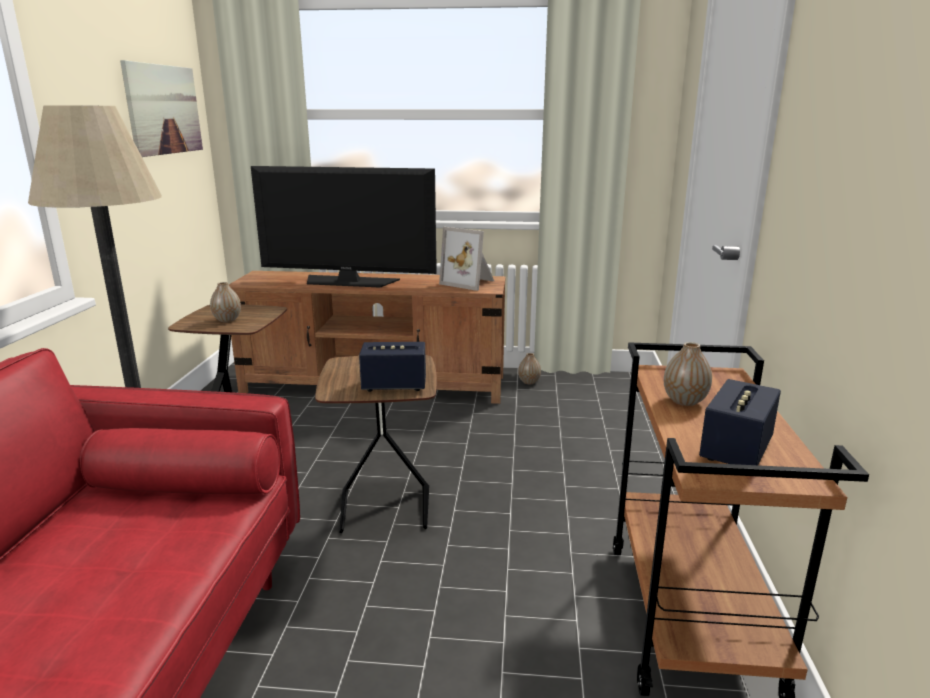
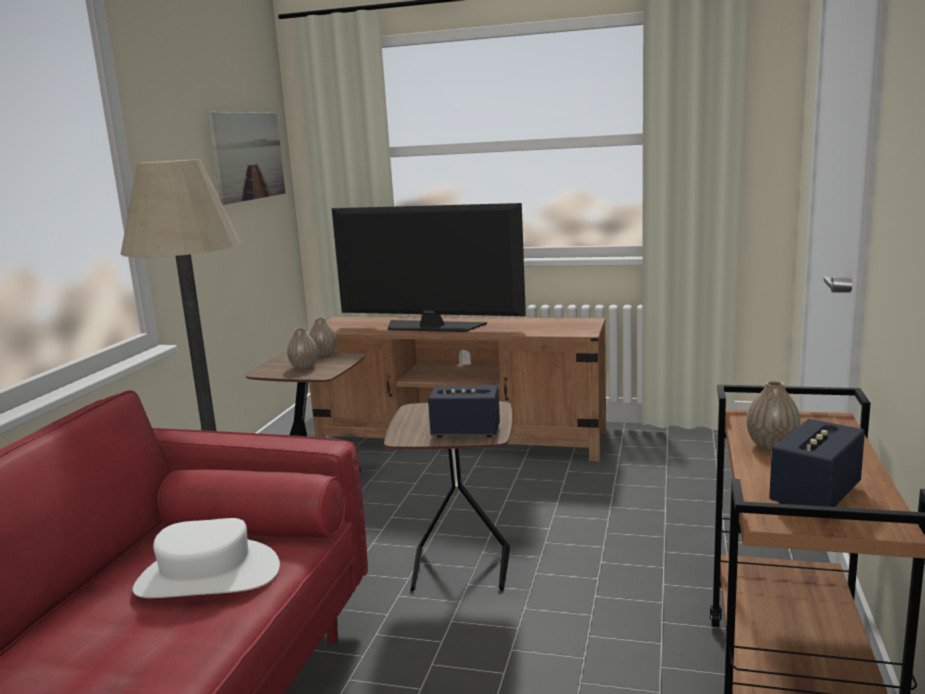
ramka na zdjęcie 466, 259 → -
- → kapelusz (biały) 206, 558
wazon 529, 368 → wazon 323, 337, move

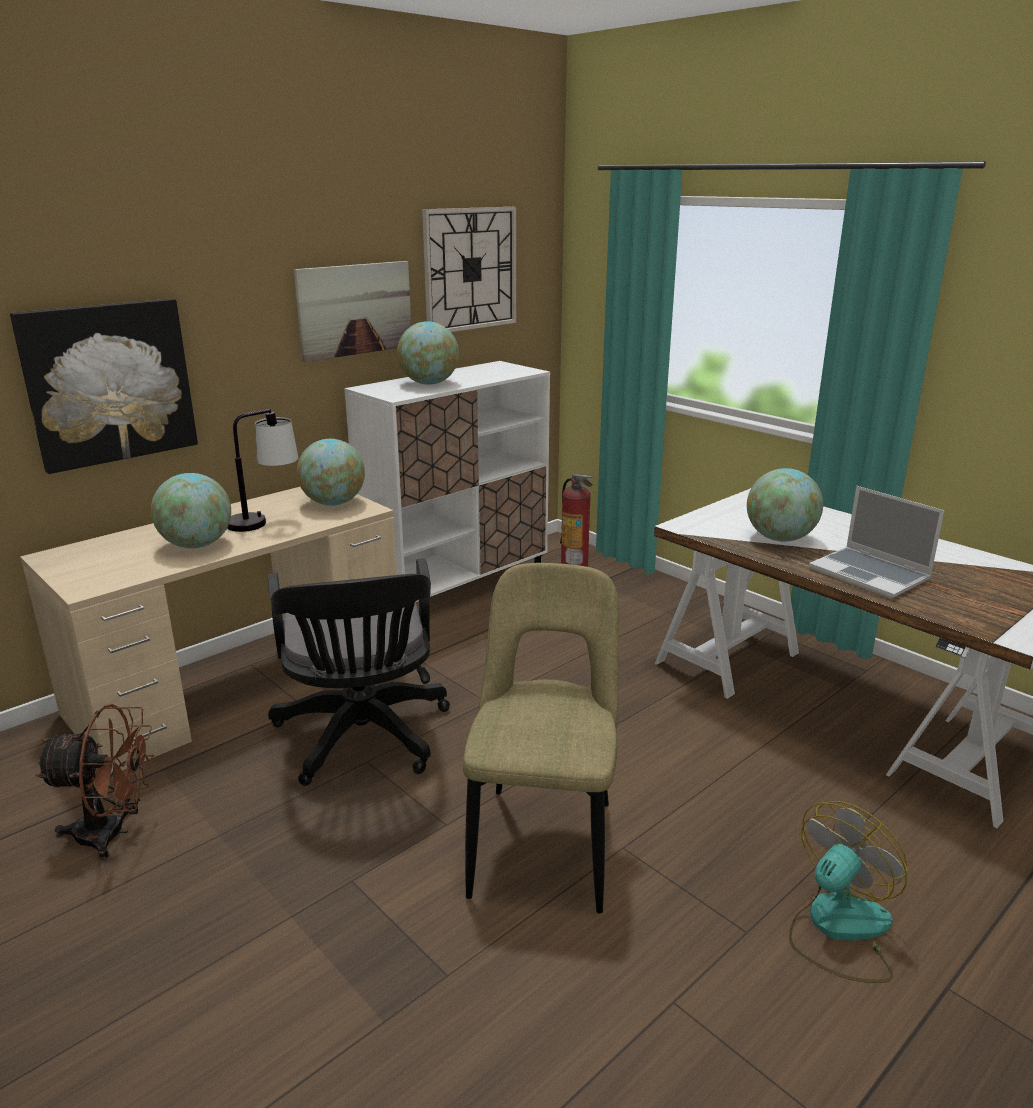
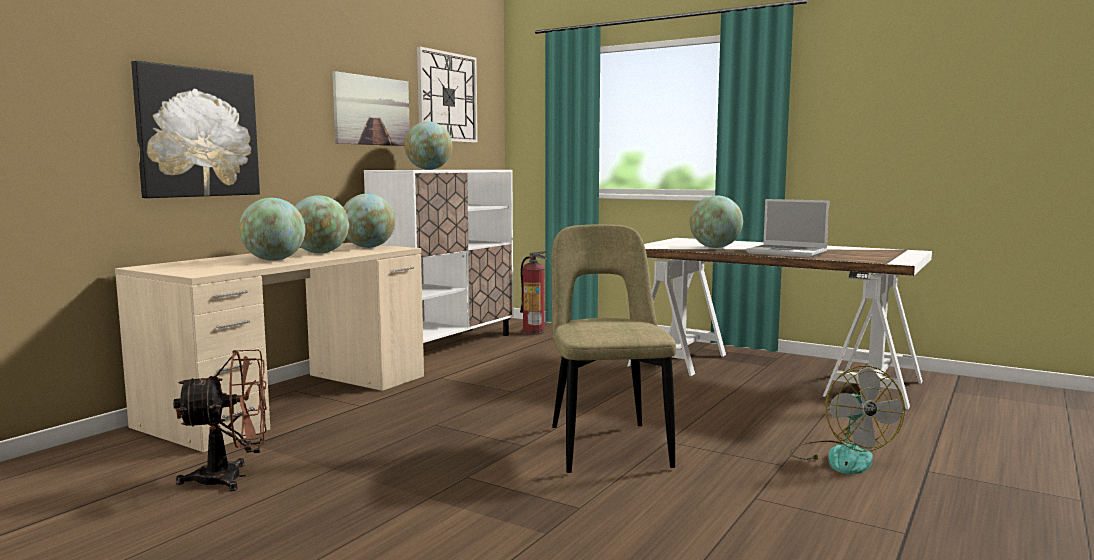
krzesło biurowe (czarny) 359, 672 → -
lampa stołowa 262, 470 → globus 322, 224
wentylator 848, 892 → wentylator 847, 420, 135 degrees clockwise

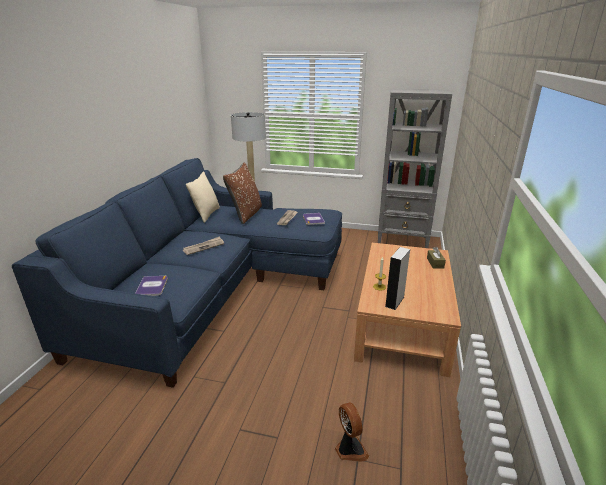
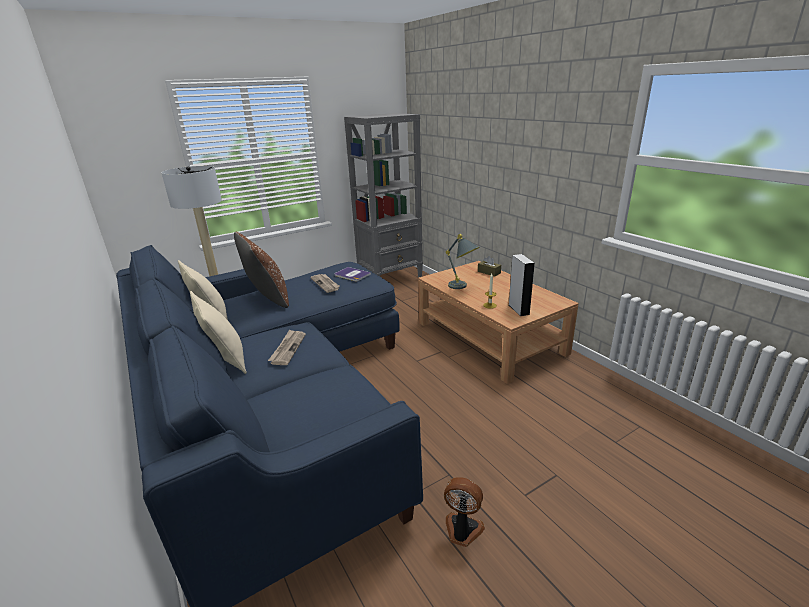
książka 151, 286 → -
- → poduszka (beżowy) 218, 332
- → lampa stołowa (szary) 462, 261
wentylator 352, 432 → wentylator 464, 512, move

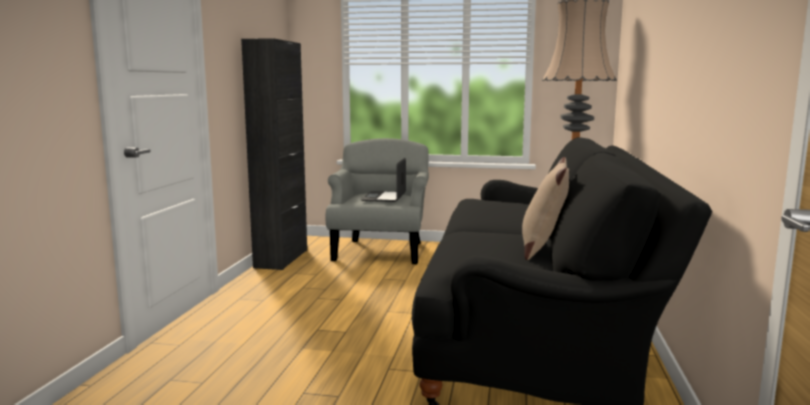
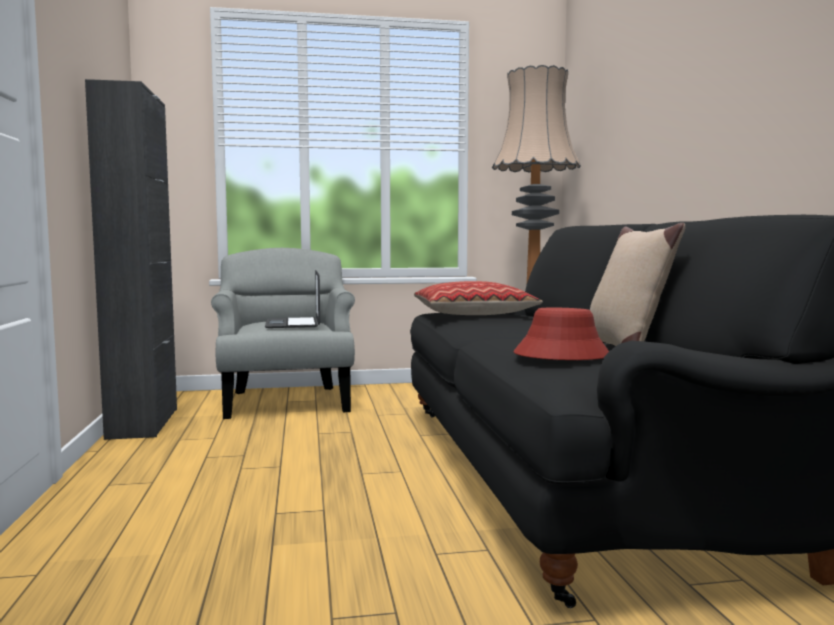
- → poduszka 478, 298
- → kapelusz (czerwony) 561, 334

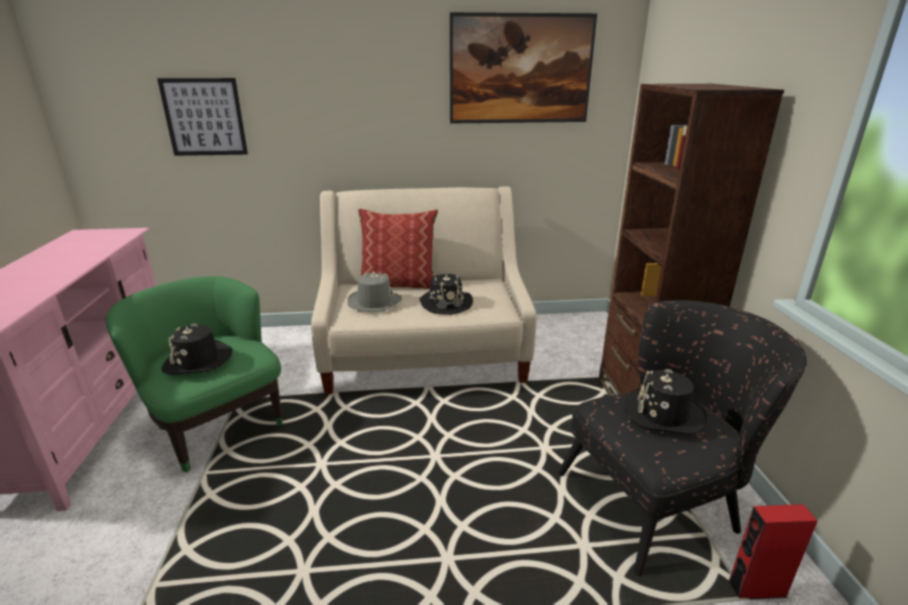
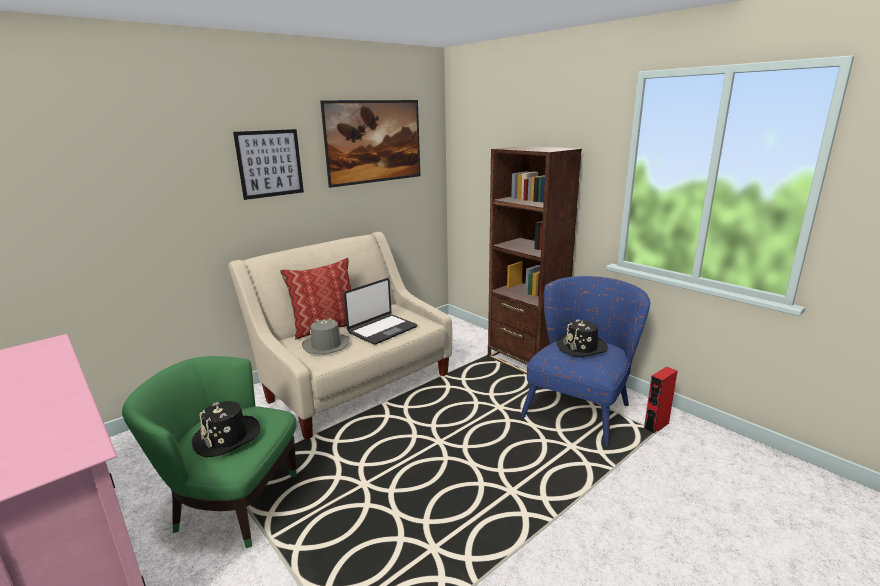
obraz 202, 117 → obraz 268, 164, move
kapelusz (czarny) 446, 294 → laptop 380, 311
fotel (czarny) 682, 438 → fotel (niebieski) 585, 361

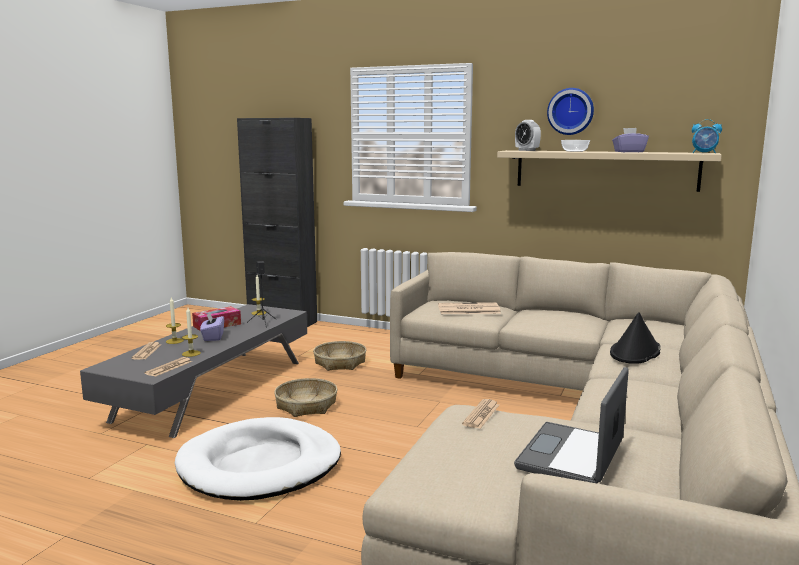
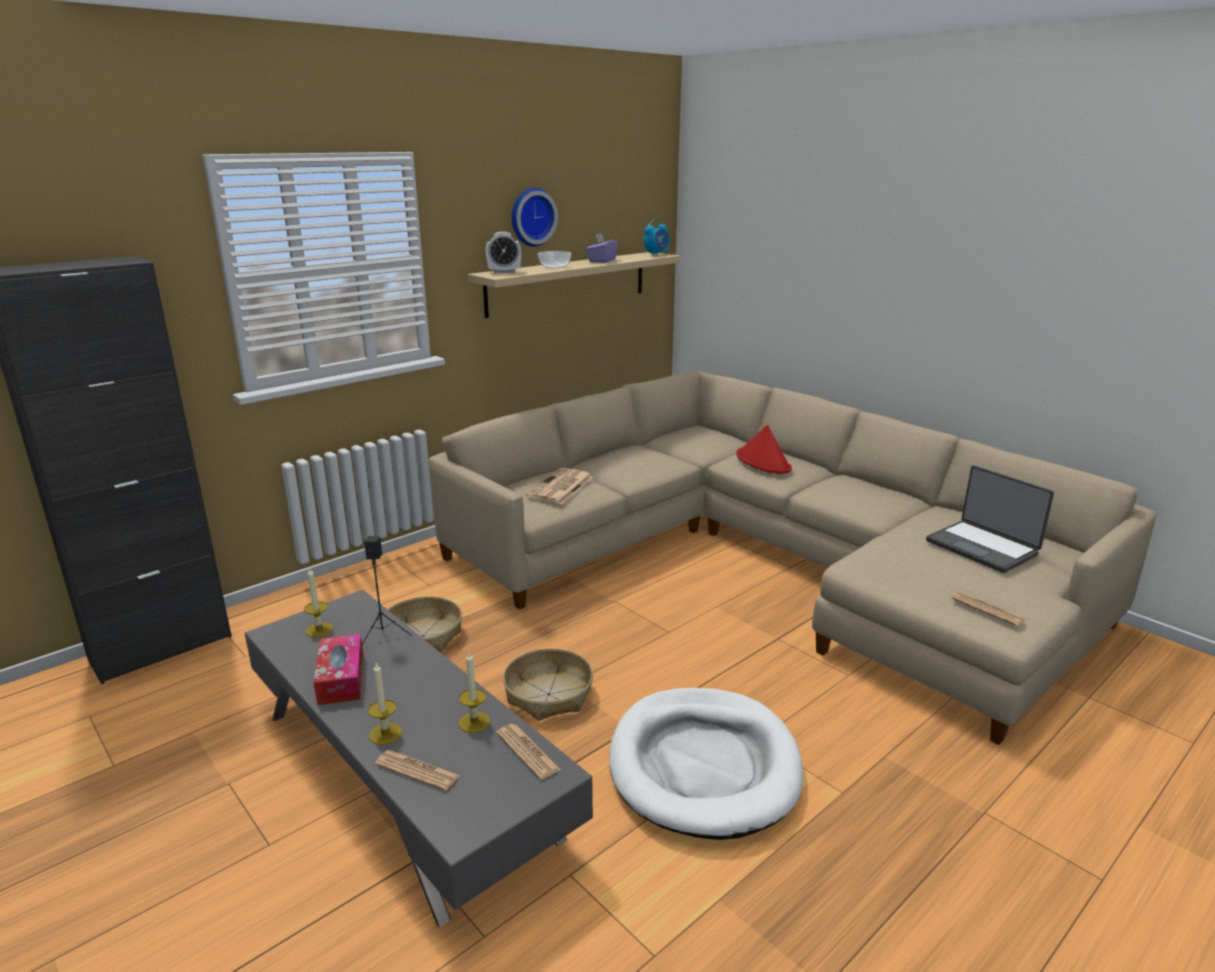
pudełko chusteczek (fioletowy) 212, 326 → -
gazeta 480, 414 → gazeta 988, 609, move
kapelusz (czarny) 635, 338 → kapelusz (czerwony) 764, 449

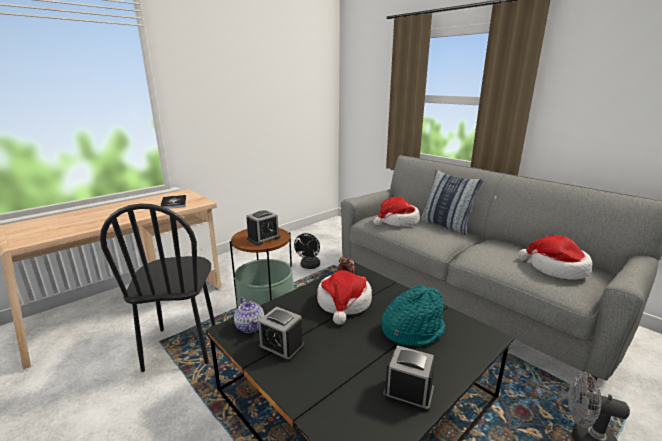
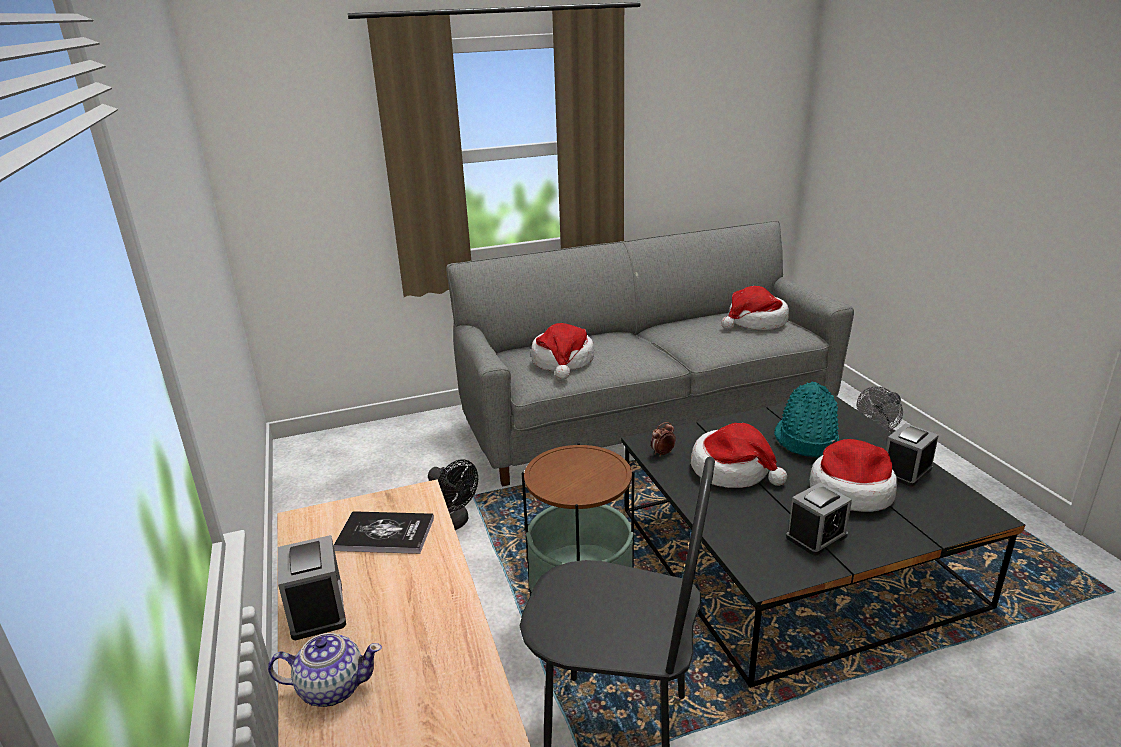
poduszka 452, 202 → -
- → kapelusz 853, 475
imbryk 249, 315 → imbryk 325, 670, move
budzik 263, 227 → budzik 312, 587, move

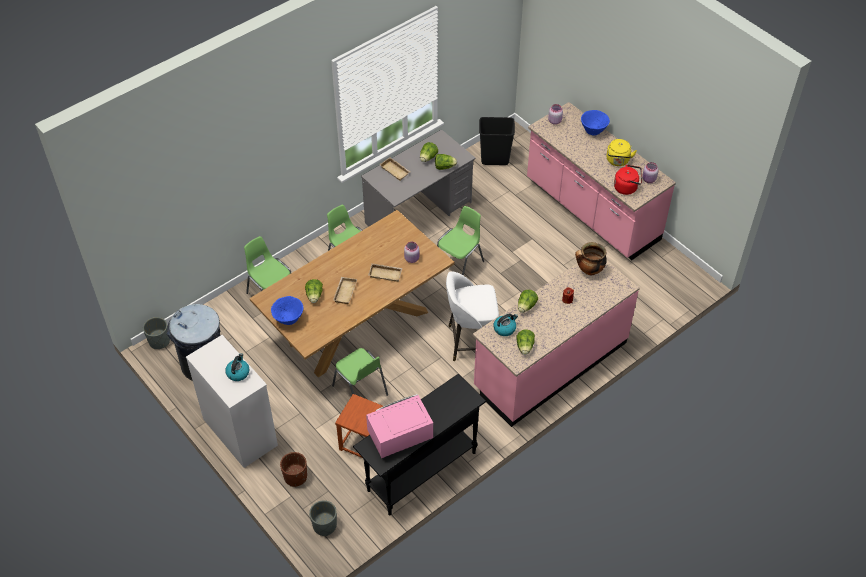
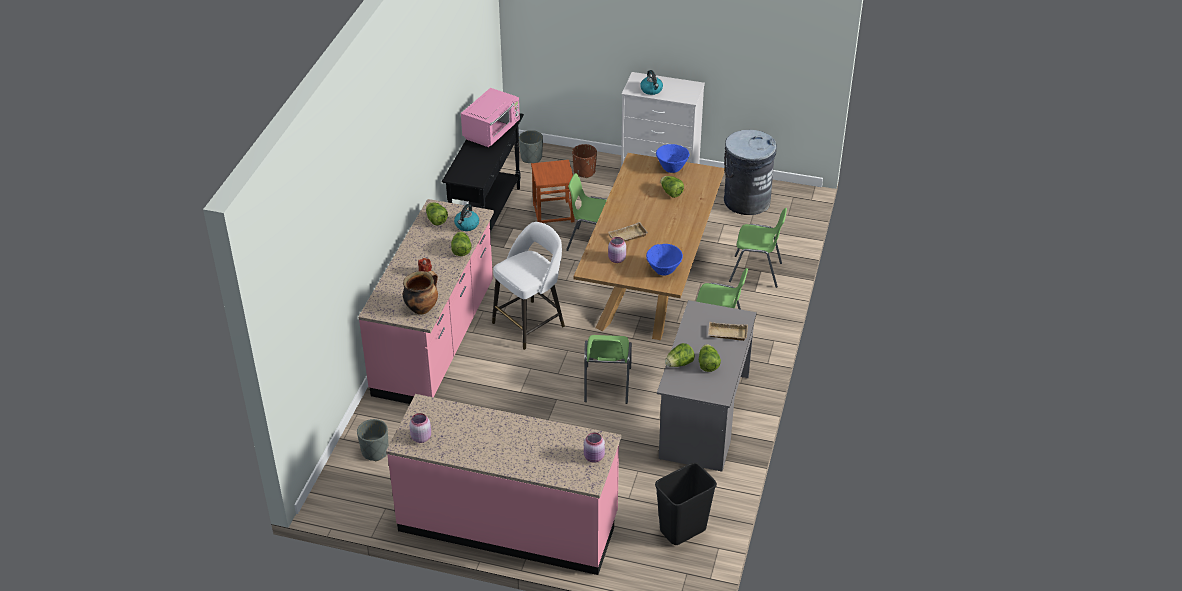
taca (beżowy) 345, 290 → -
czajnik (żółty) 621, 152 → -
czajnik (czerwony) 628, 180 → -
donica (szary) 156, 333 → donica (szary) 372, 440, move
miska (niebieski) 595, 123 → miska (niebieski) 664, 260, move

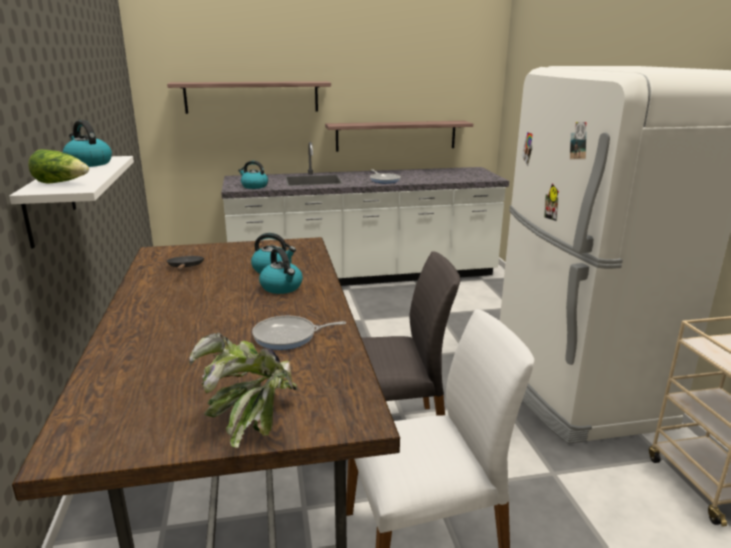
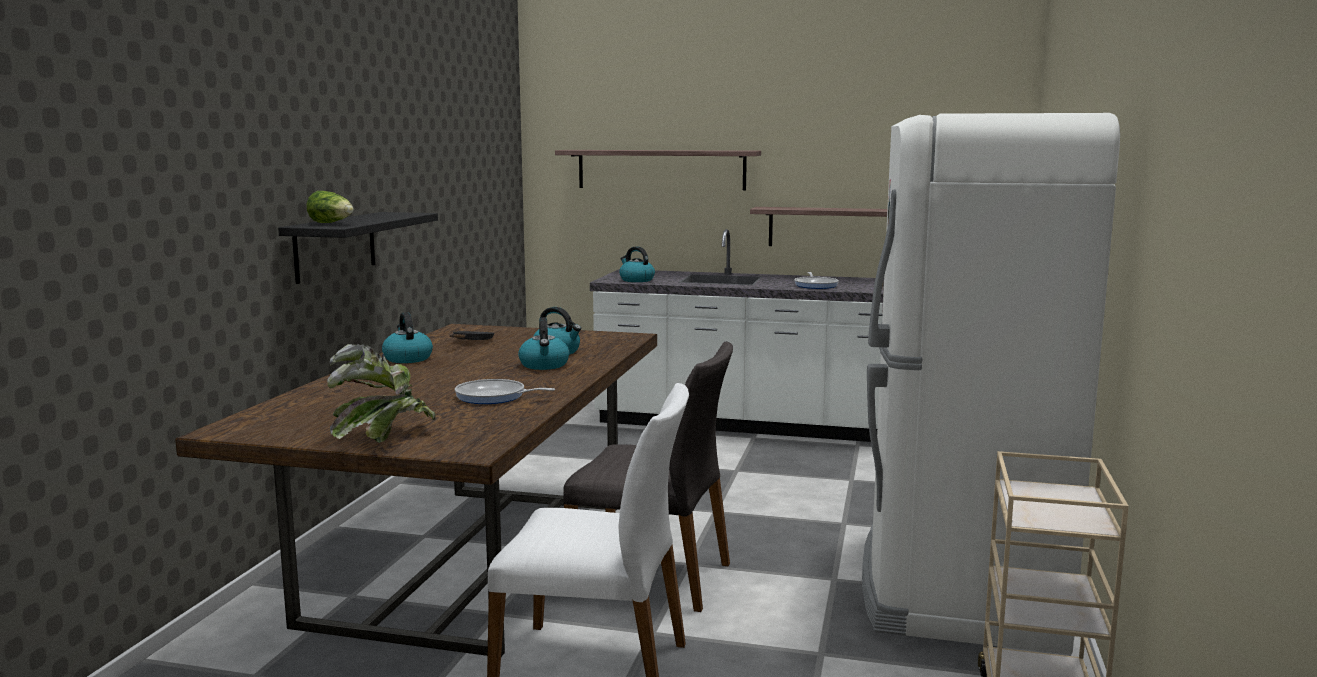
czajnik 87, 143 → czajnik 407, 337, move
półka (biały) 71, 202 → półka (czarny) 358, 248

